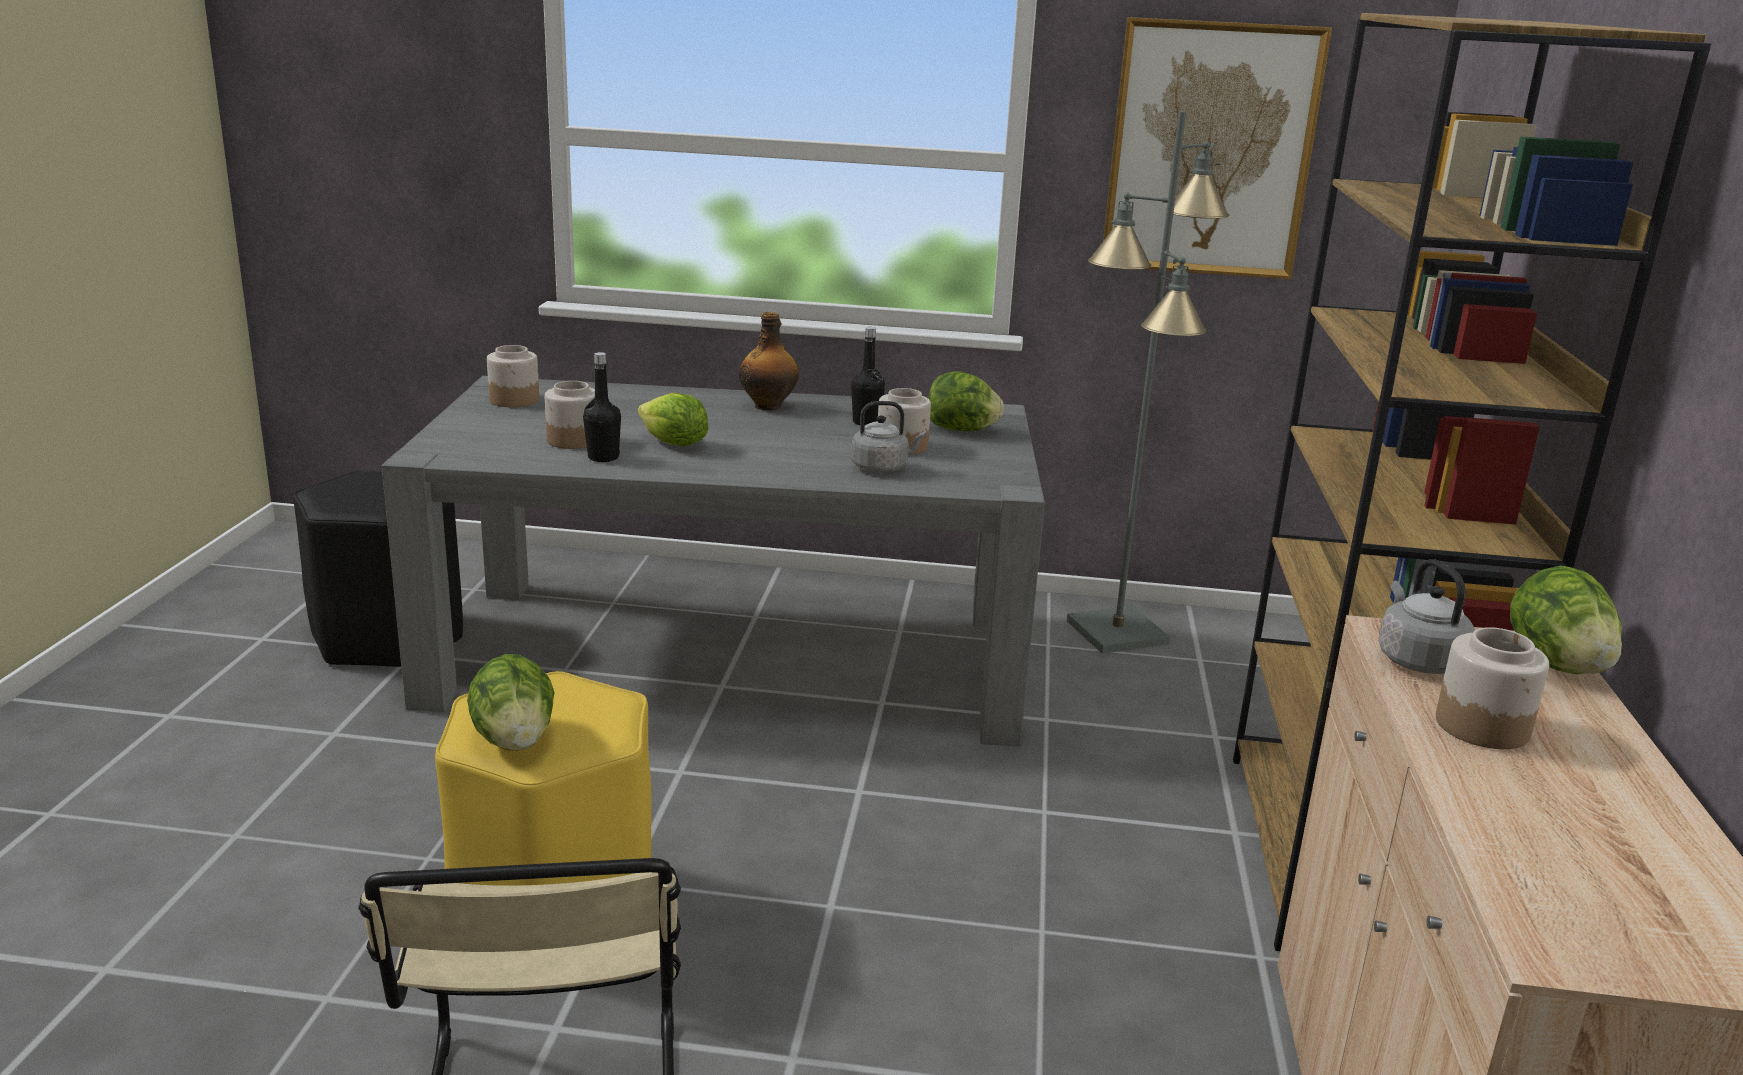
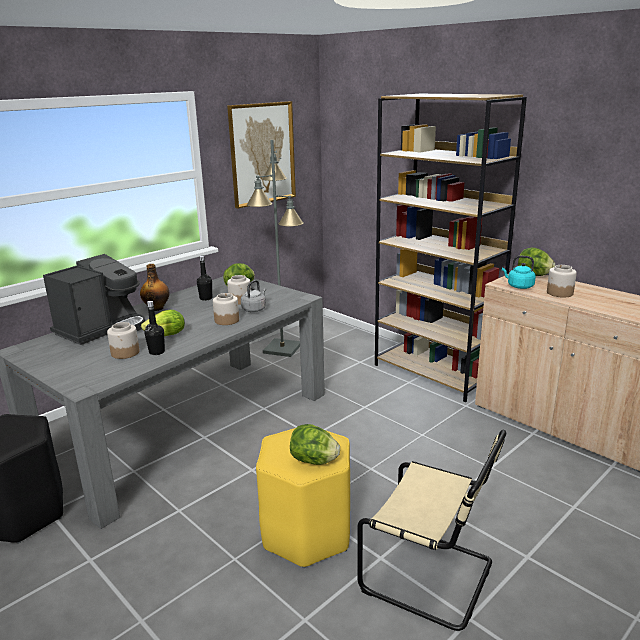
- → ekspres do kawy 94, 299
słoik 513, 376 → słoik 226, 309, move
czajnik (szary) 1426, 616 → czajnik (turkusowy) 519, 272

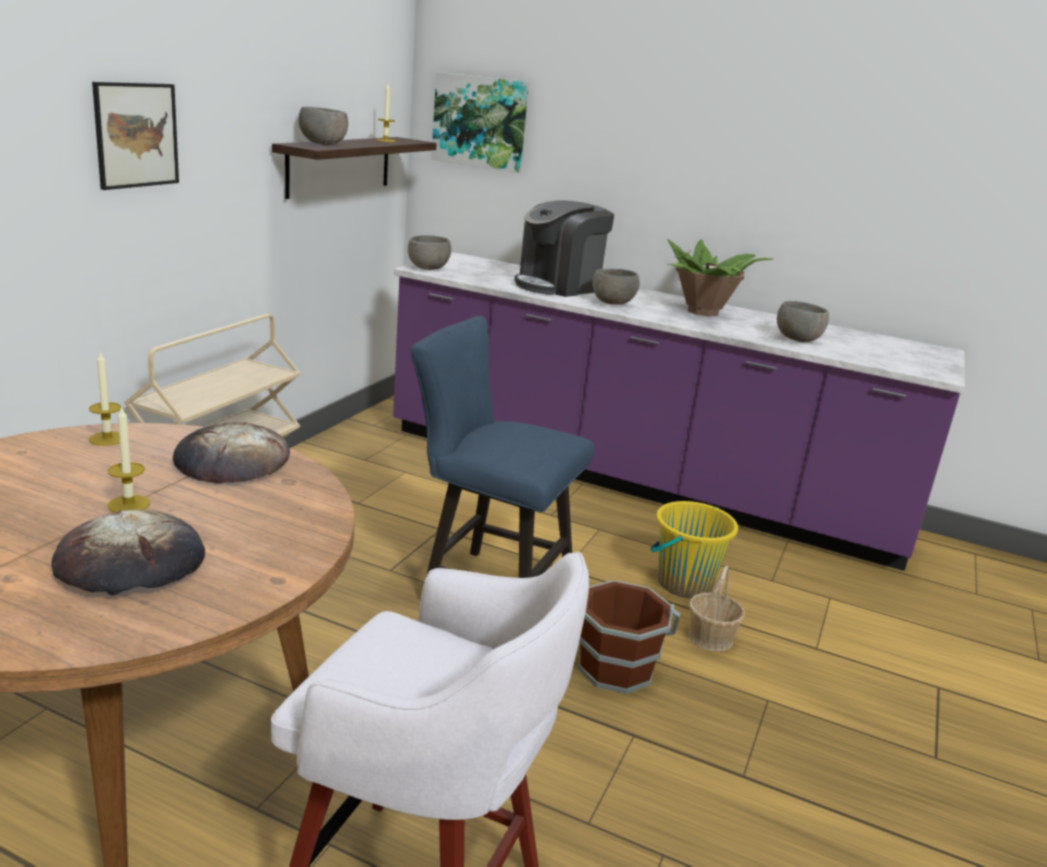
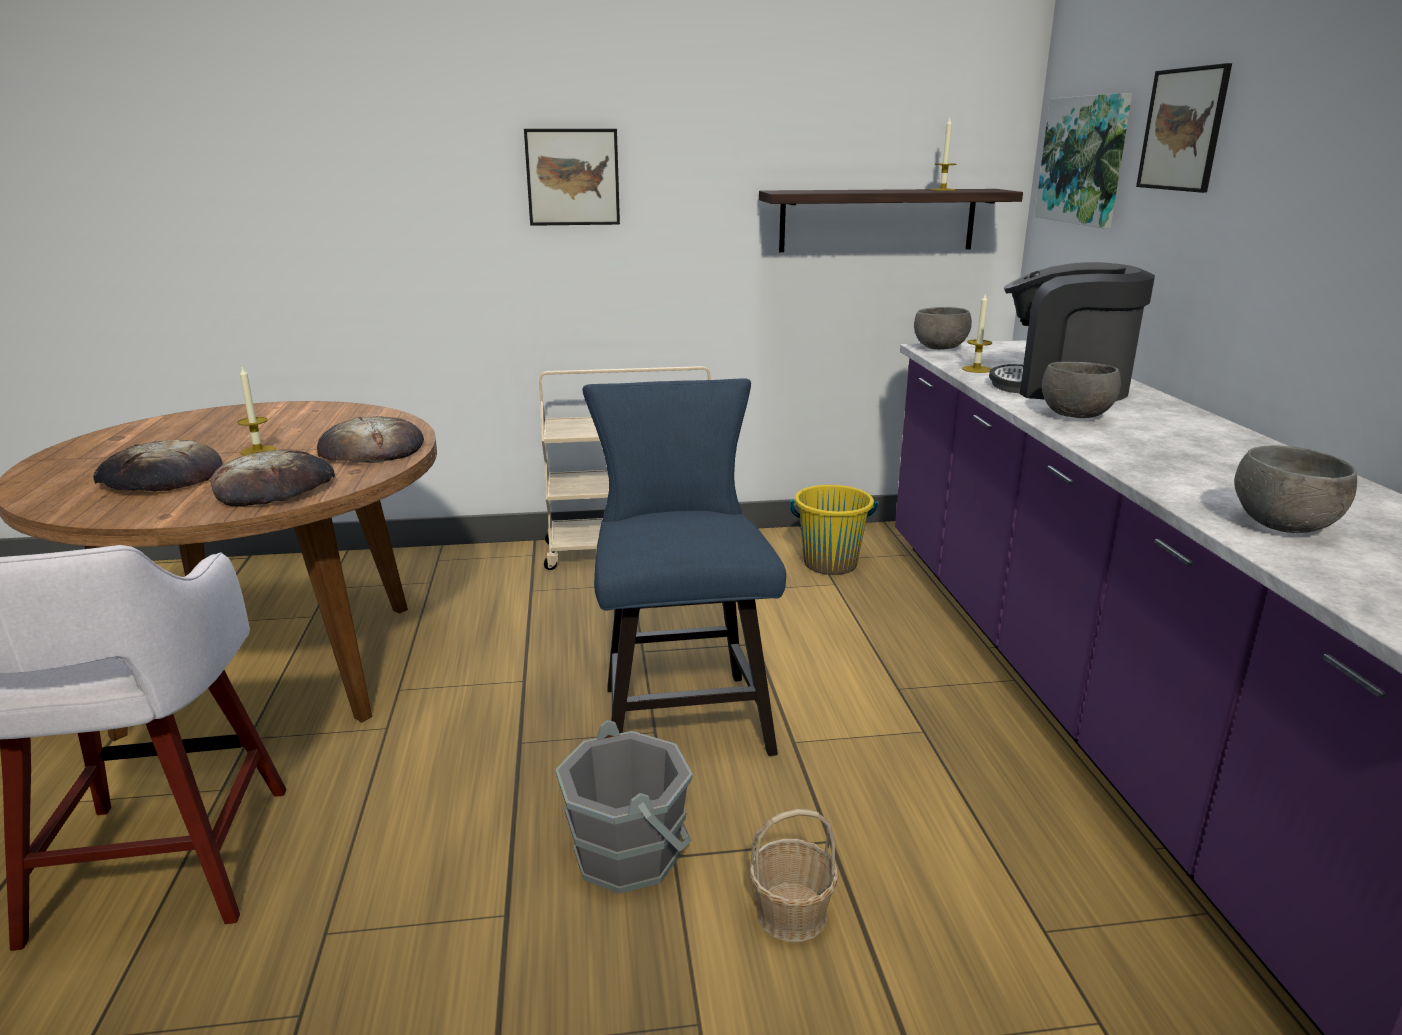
miska (szary) 323, 126 → -
roślina doniczkowa 720, 278 → -
- → chleb 273, 478
- → obraz 1184, 128
świeca 105, 398 → świeca 977, 332, move
wiadro (żółty) 694, 549 → wiadro (żółty) 834, 530, move
wiadro (brązowy) 629, 637 → wiadro (szary) 624, 807

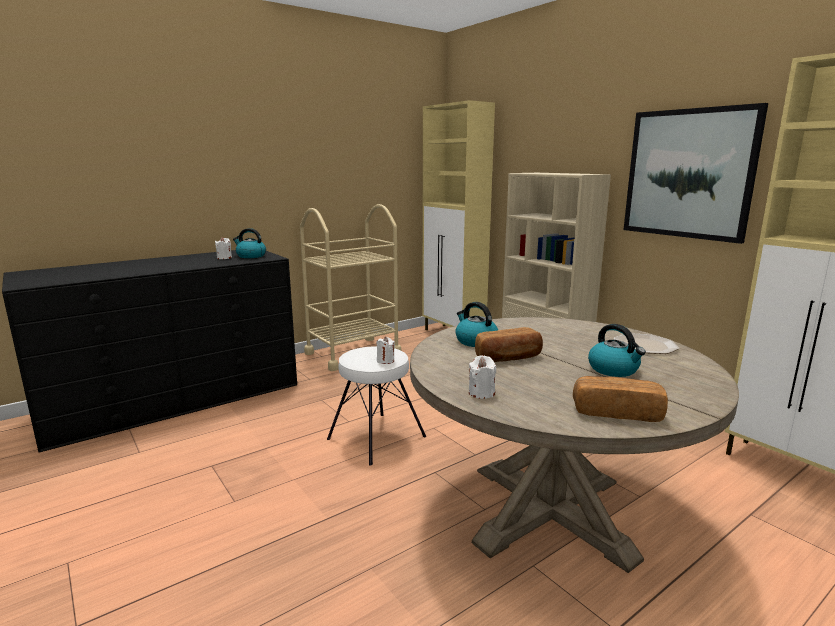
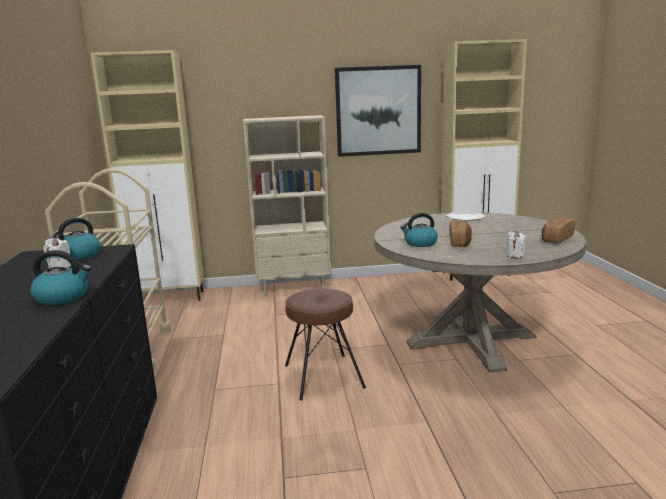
świeca (biały) 386, 350 → -
czajnik 617, 350 → czajnik 60, 277, move
stołek (biały) 376, 406 → stołek (brązowy) 325, 345

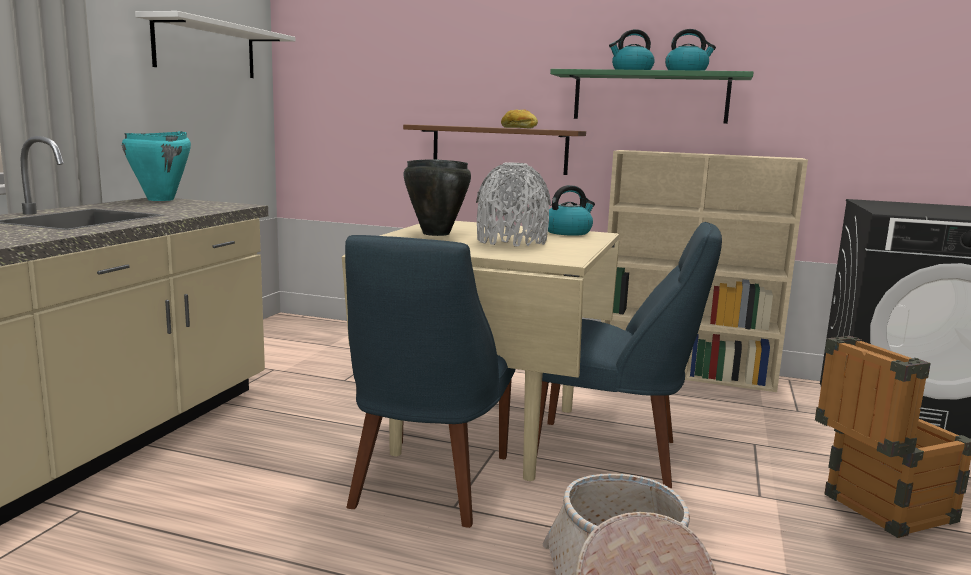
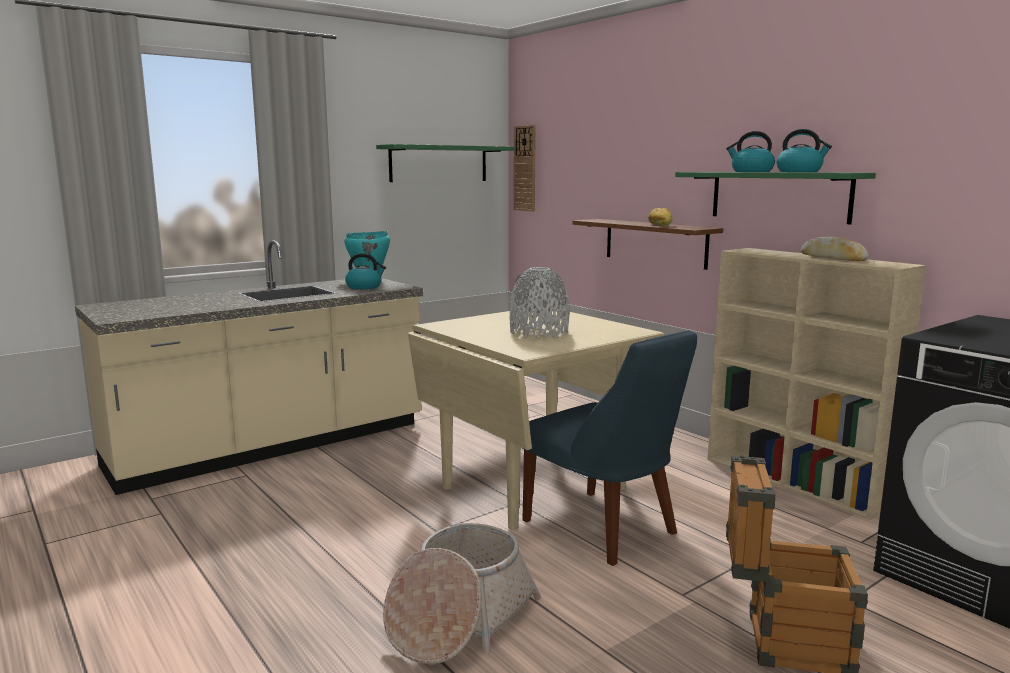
krzesło (niebieski) 430, 381 → -
garnek (czarny) 437, 197 → -
- → zegar ścienny 525, 168
- → chleb 835, 249
czajnik 571, 210 → czajnik 365, 271, move
półka (biały) 215, 44 → półka (zielony) 445, 163

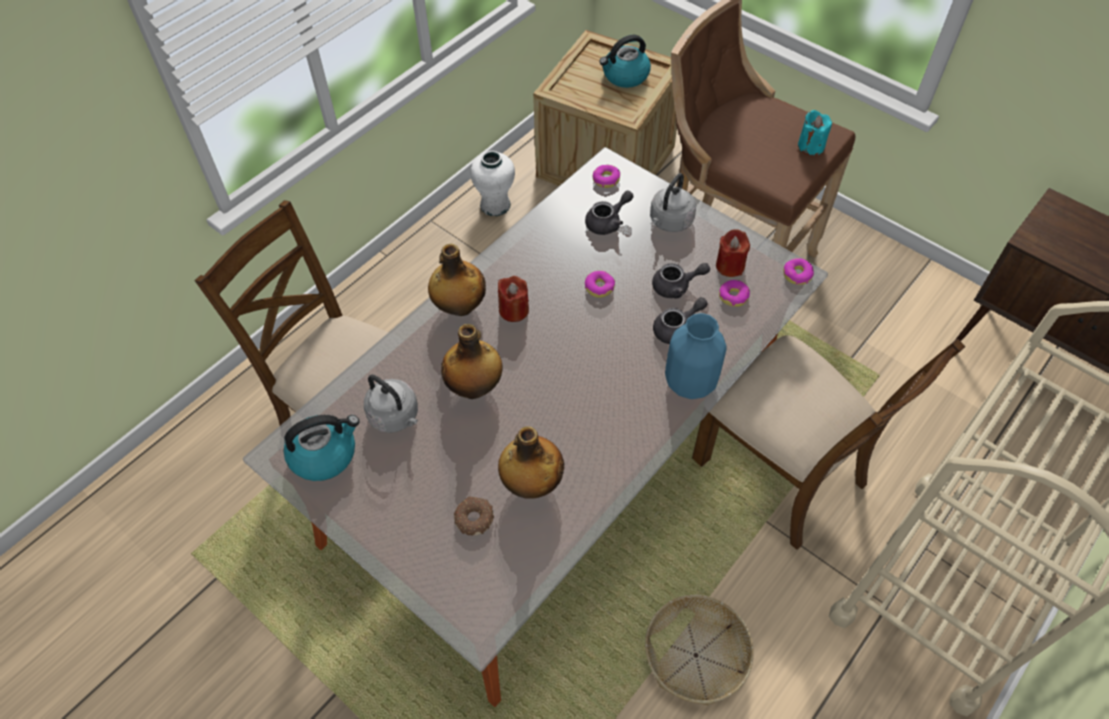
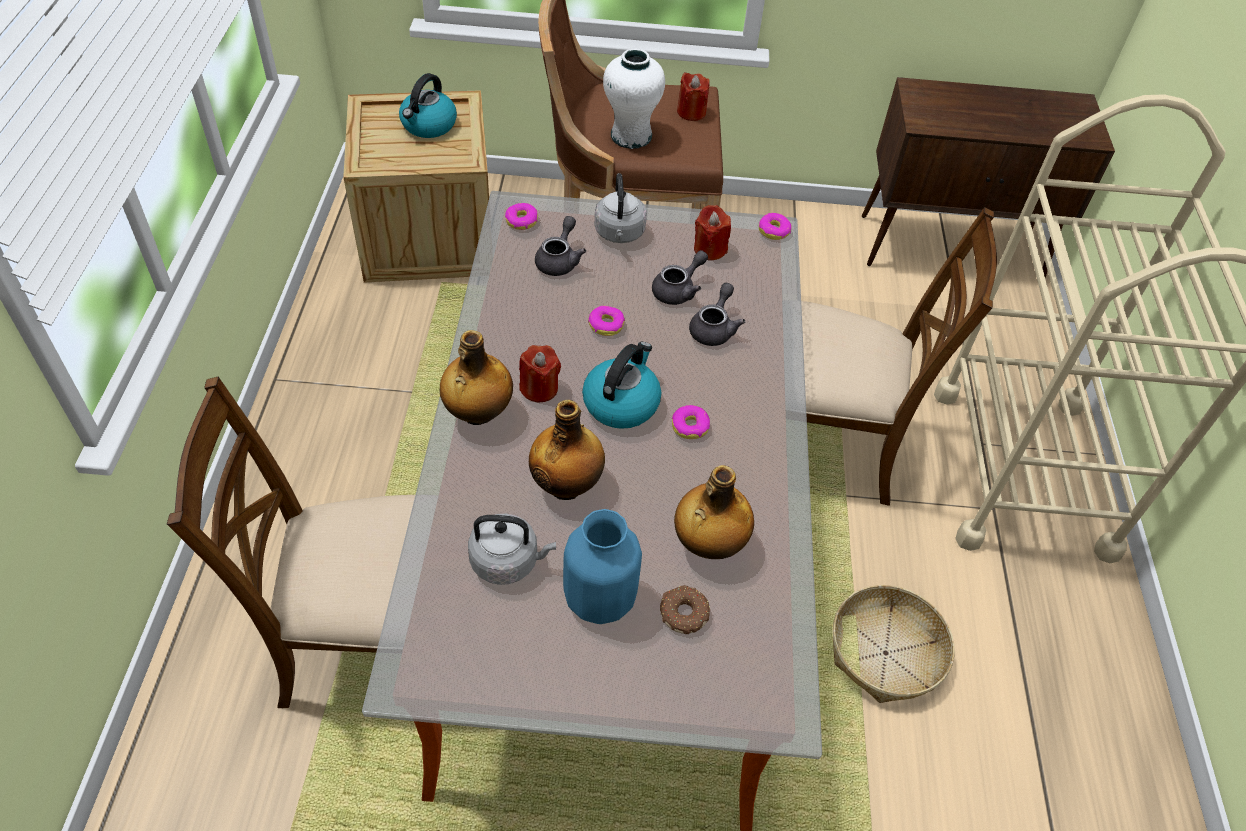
czajnik 321, 448 → czajnik 621, 385, move
wazon (biały) 492, 183 → wazon (biały) 634, 98, move
wazon (niebieski) 696, 356 → wazon (niebieski) 602, 566, move
donut 734, 293 → donut 691, 422, move
świeca (turkusowy) 815, 132 → świeca (czerwony) 693, 96

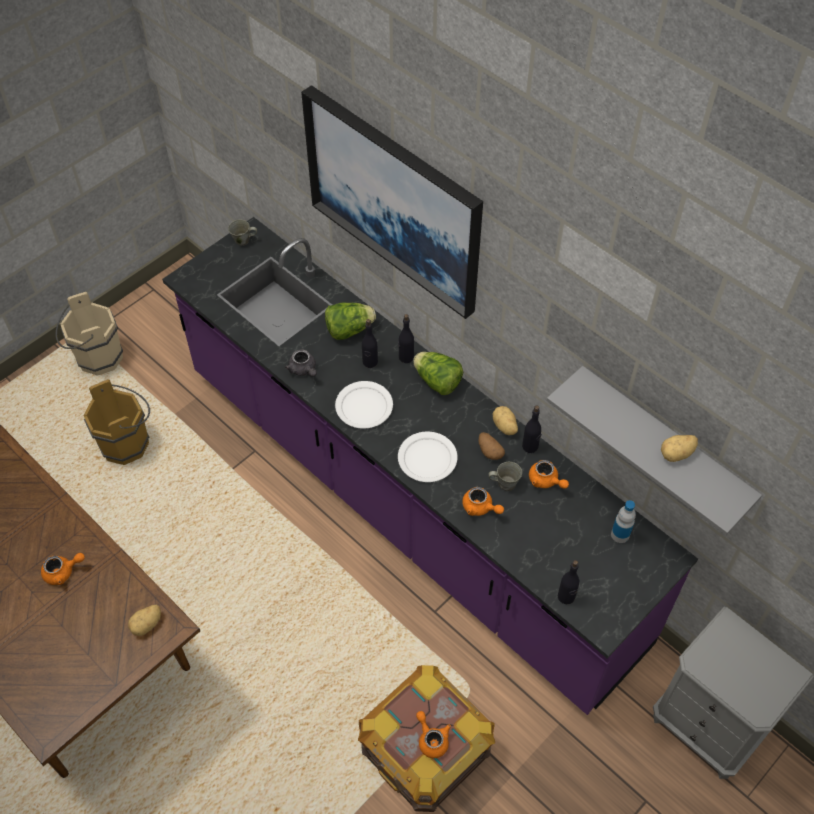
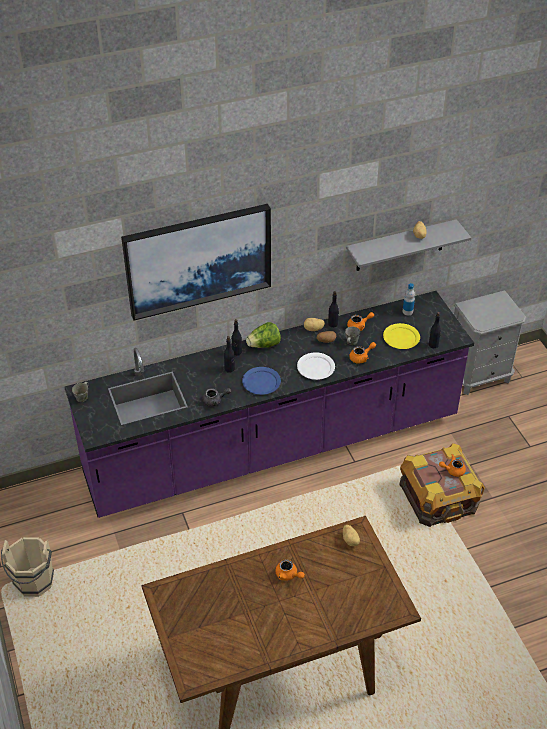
wiadro (brązowy) 117, 422 → -
sałata 350, 321 → -
- → talerz (żółty) 401, 336
talerz (biały) 364, 404 → talerz (niebieski) 261, 381
imbryk (pomarańczowy) 63, 569 → imbryk (pomarańczowy) 290, 570, 120 degrees clockwise

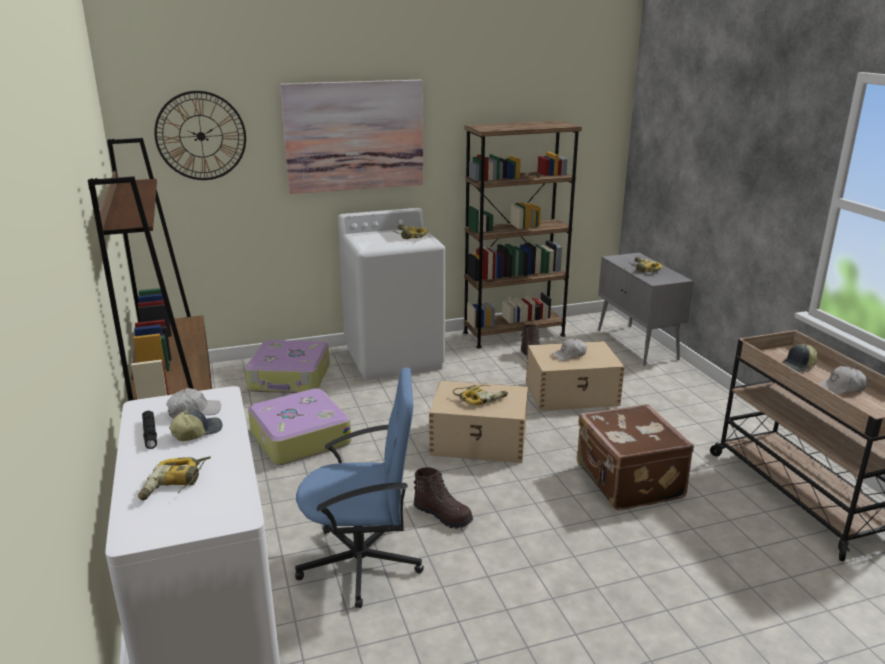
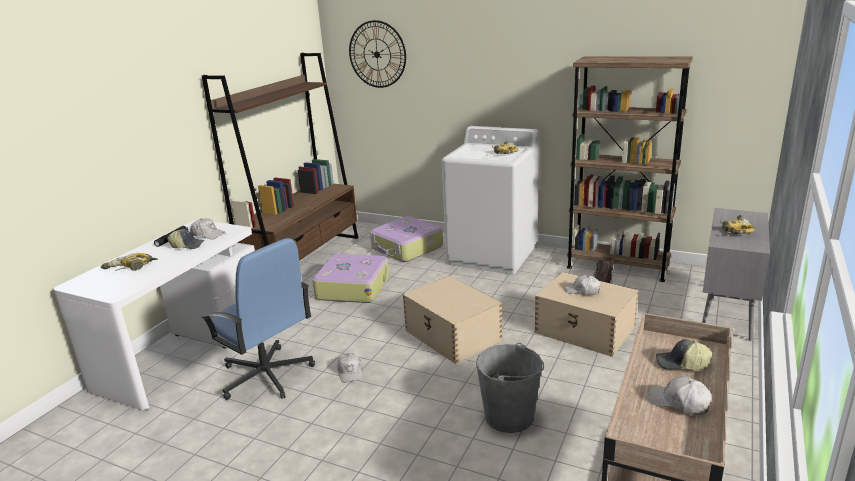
obraz 351, 137 → -
wiertarka 480, 395 → -
but z cholewką (brązowy) 443, 498 → czapka z daszkiem (biały) 349, 368
walizka (brązowy) 635, 457 → wiadro (szary) 510, 388

